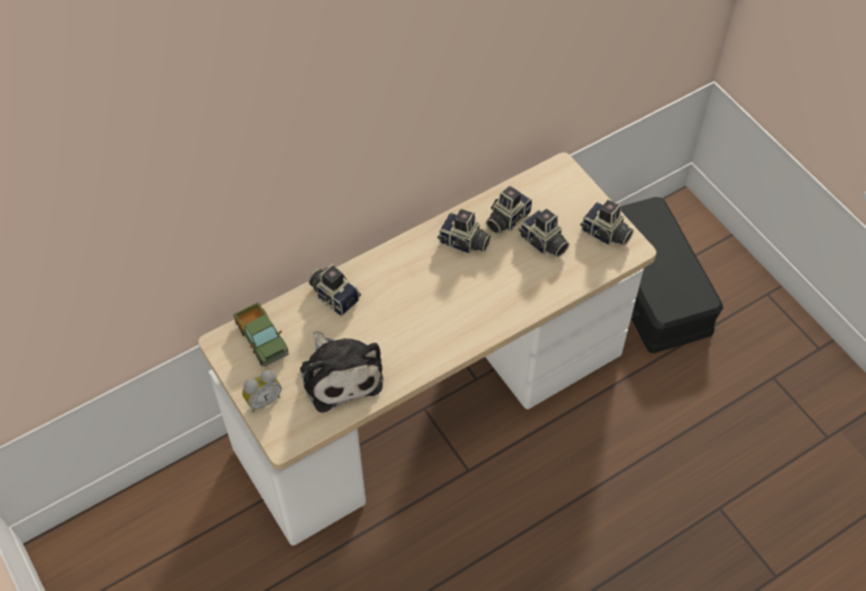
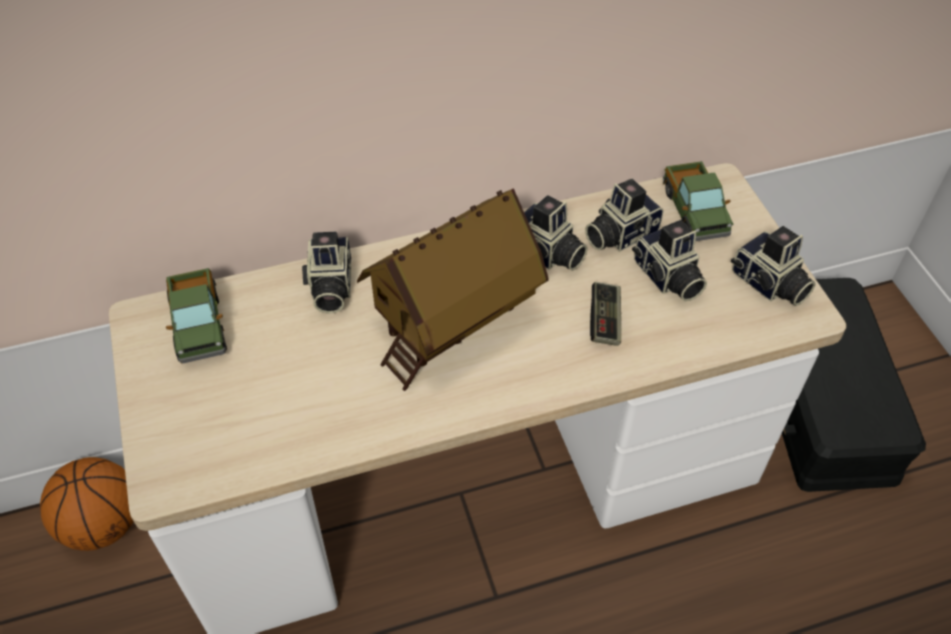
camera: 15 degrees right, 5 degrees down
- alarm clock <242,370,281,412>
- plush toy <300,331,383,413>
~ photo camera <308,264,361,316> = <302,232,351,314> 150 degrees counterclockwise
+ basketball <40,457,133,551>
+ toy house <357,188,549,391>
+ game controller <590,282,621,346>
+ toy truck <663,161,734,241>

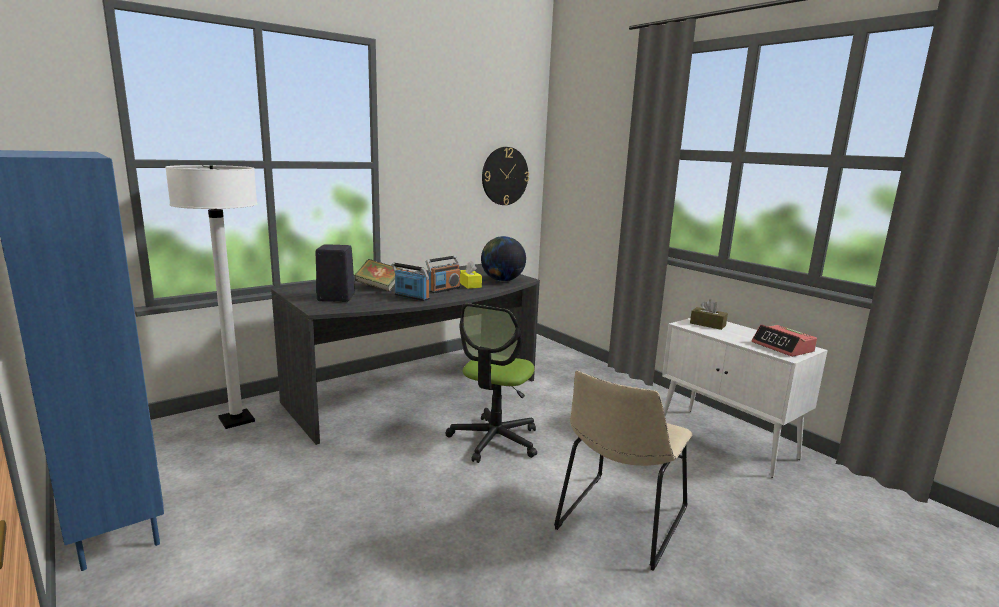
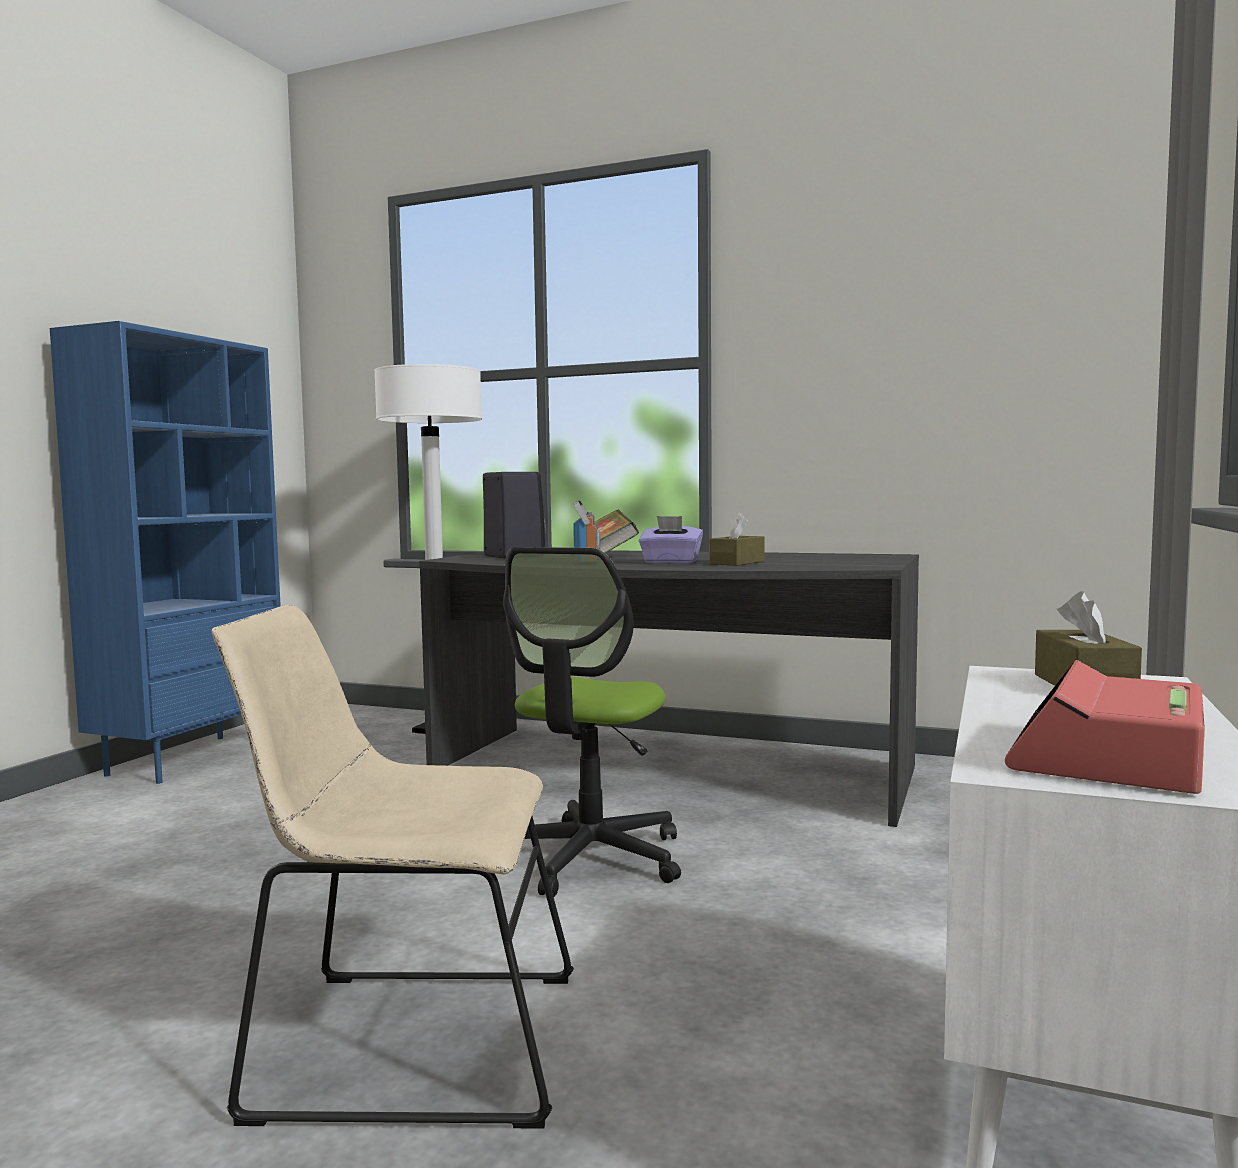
camera: 60 degrees right, 10 degrees down
~ radio <426,256,461,293> to tissue box (purple) <639,516,703,564>
~ office chair <445,303,537,463> = <503,547,681,897> 60 degrees counterclockwise
~ tissue box (yellow) <460,261,482,289> to tissue box (brown) <709,513,765,566>
- globe <481,236,526,281>
- wall clock <482,147,529,205>

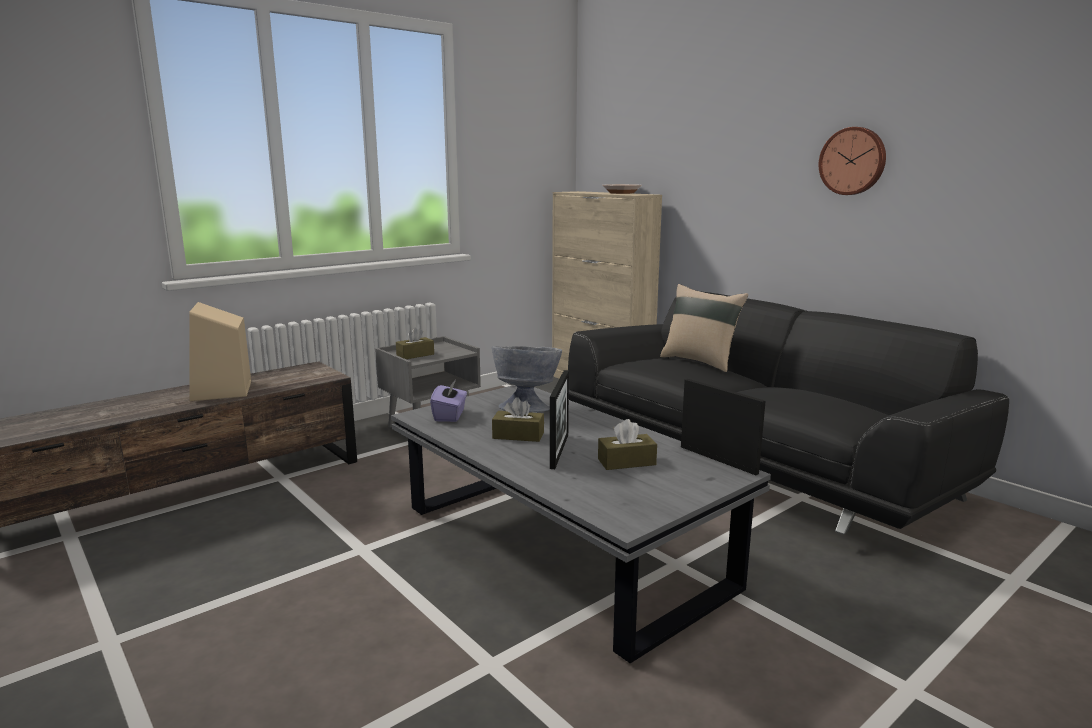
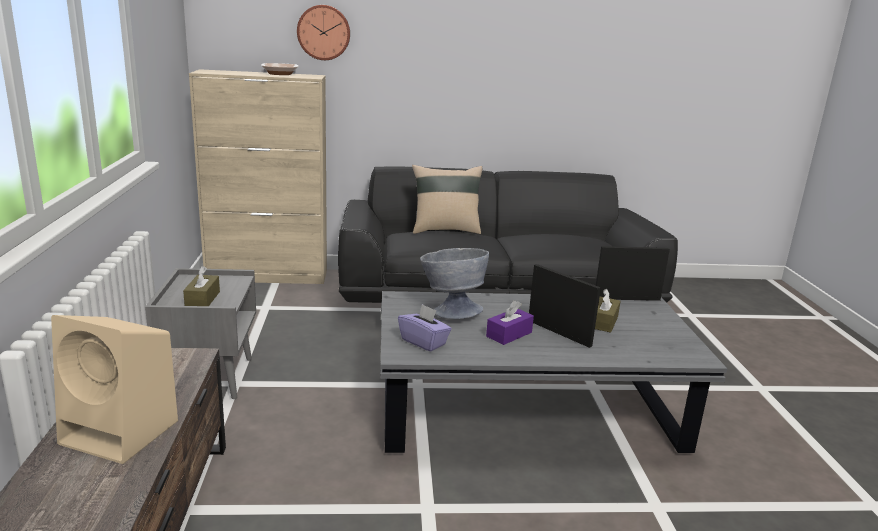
camera: 55 degrees left, 5 degrees up
~ tissue box (brown) <492,397,544,442> to tissue box (purple) <486,301,534,345>
~ wall clock <819,127,886,195> to <297,5,350,60>

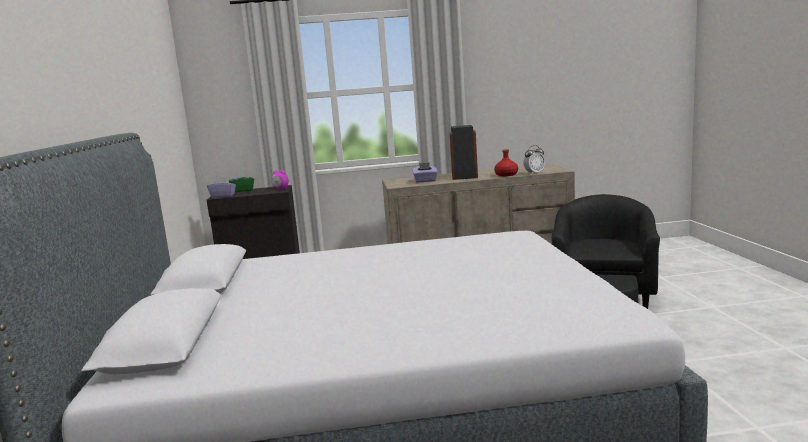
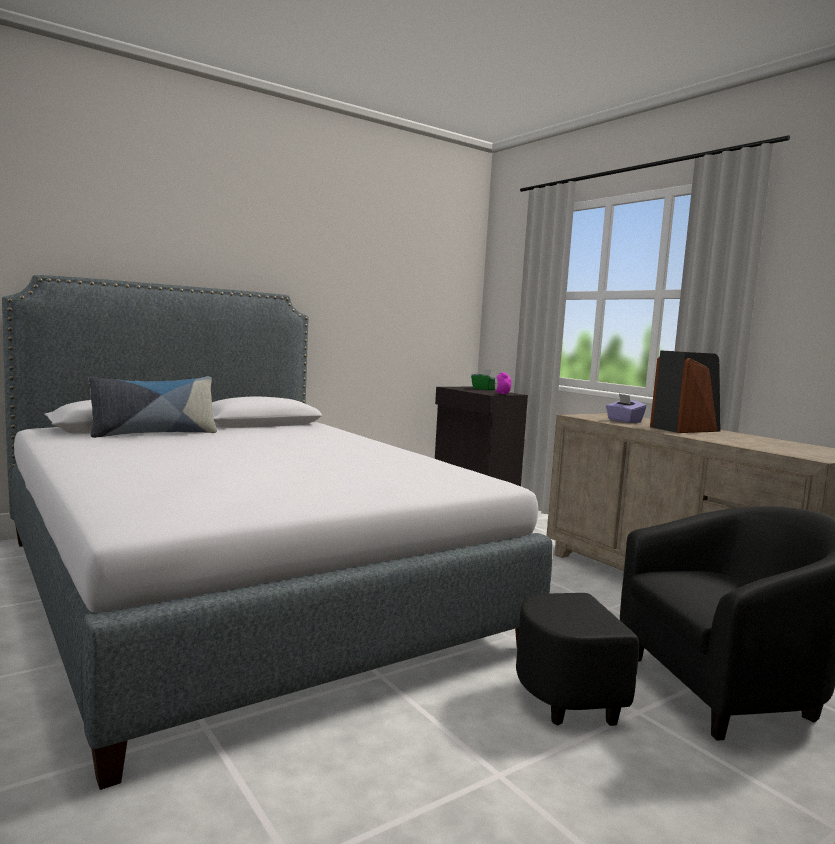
camera: 60 degrees right, 5 degrees down
- tissue box (purple) <207,176,236,198>
- bottle (red) <494,149,518,176>
- alarm clock <524,145,545,174>
+ pillow <89,376,217,438>

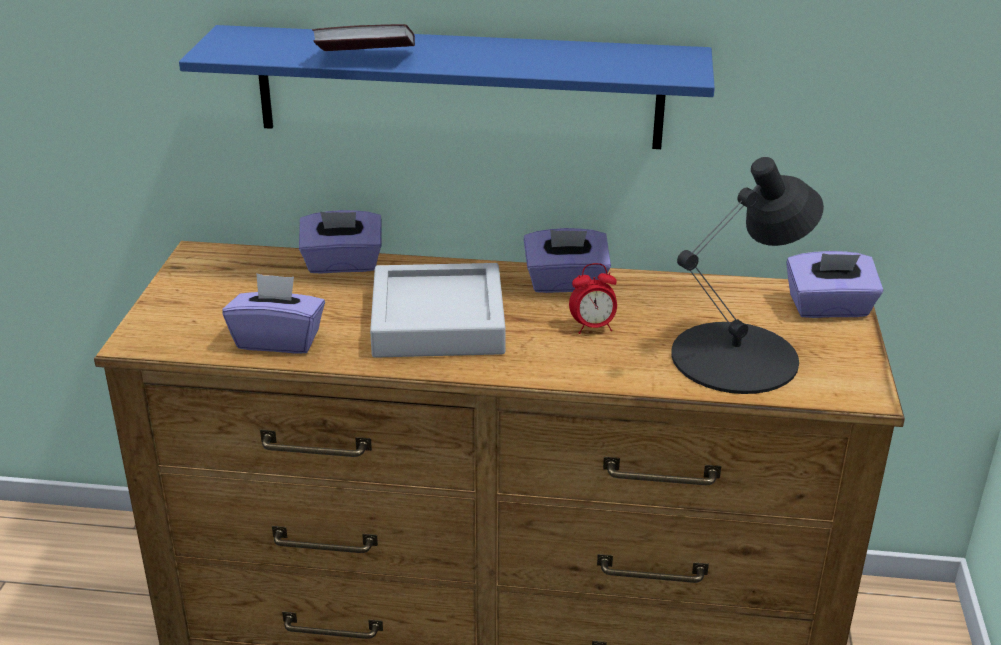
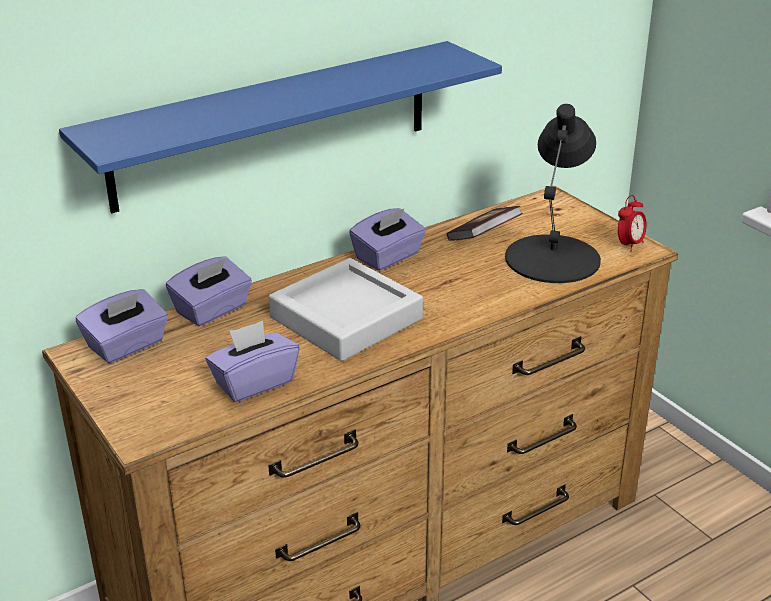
camera: 40 degrees left, 0 degrees up
~ book <312,24,415,51> to <447,206,523,241>
~ alarm clock <569,263,617,334> to <618,195,647,252>
~ tissue box (purple) <786,251,883,318> to <76,289,168,363>

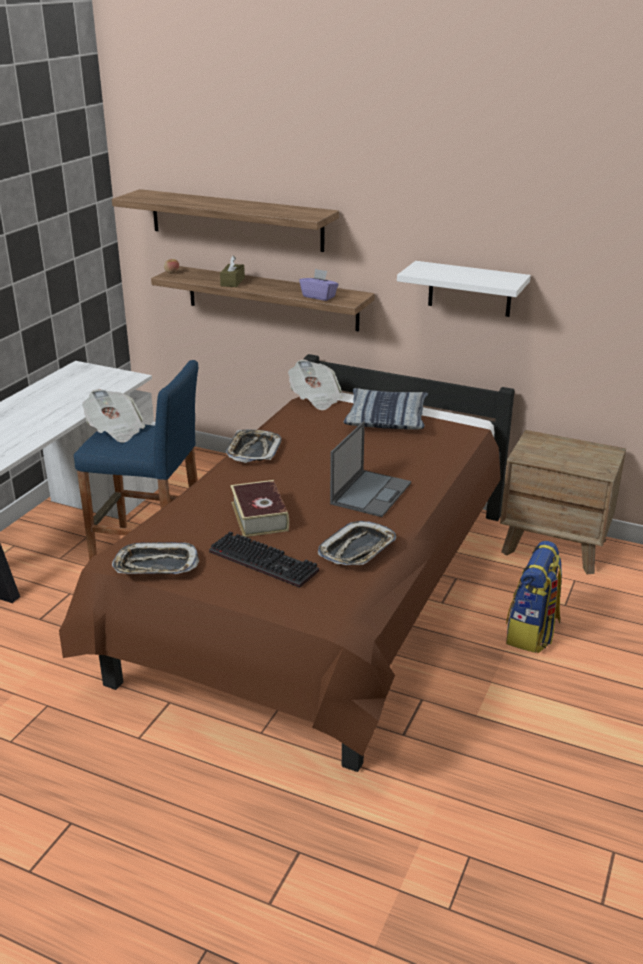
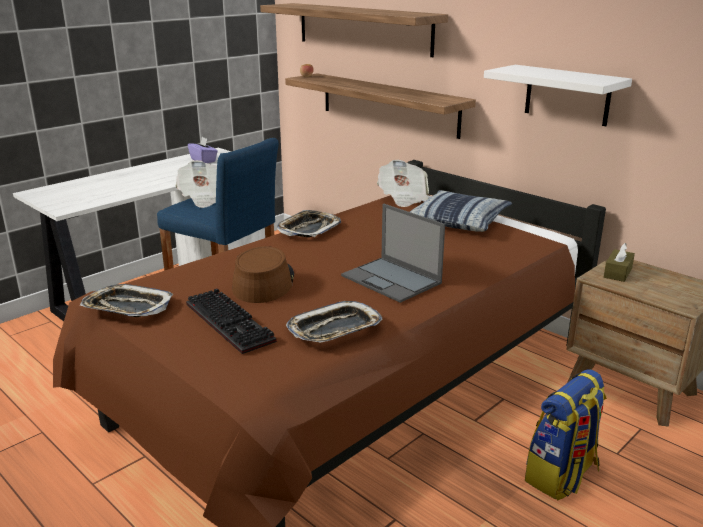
camera: 20 degrees right, 5 degrees down
~ tissue box (brown) <220,256,245,287> to <604,243,635,282>
~ book <230,480,289,537> to hat (brown) <232,246,294,303>
~ tissue box (purple) <300,269,339,301> to <188,137,218,163>
~ laptop <330,422,411,517> = <341,204,445,303> 90 degrees clockwise

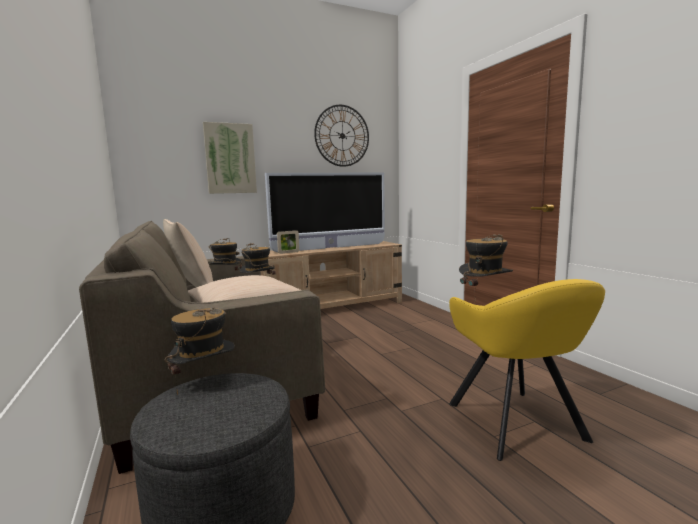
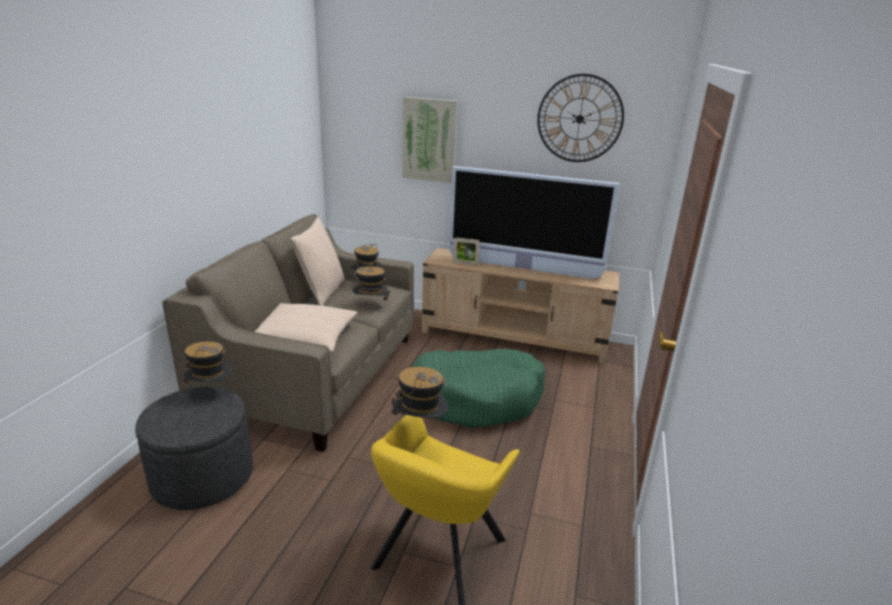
camera: 40 degrees right, 15 degrees up
+ dog bed (green) <411,349,546,428>

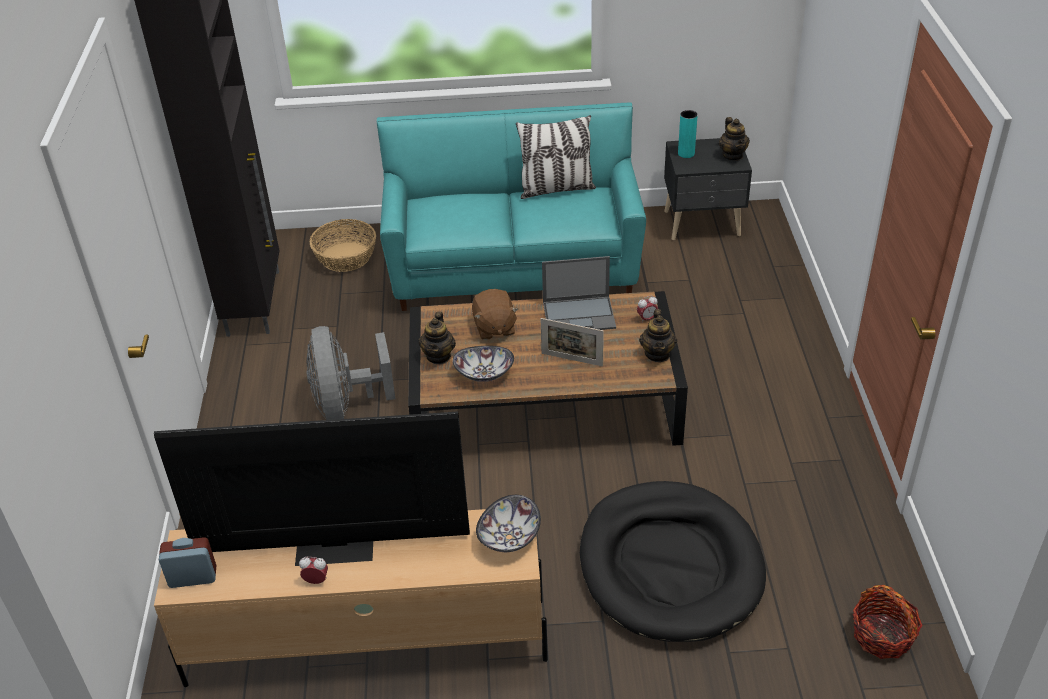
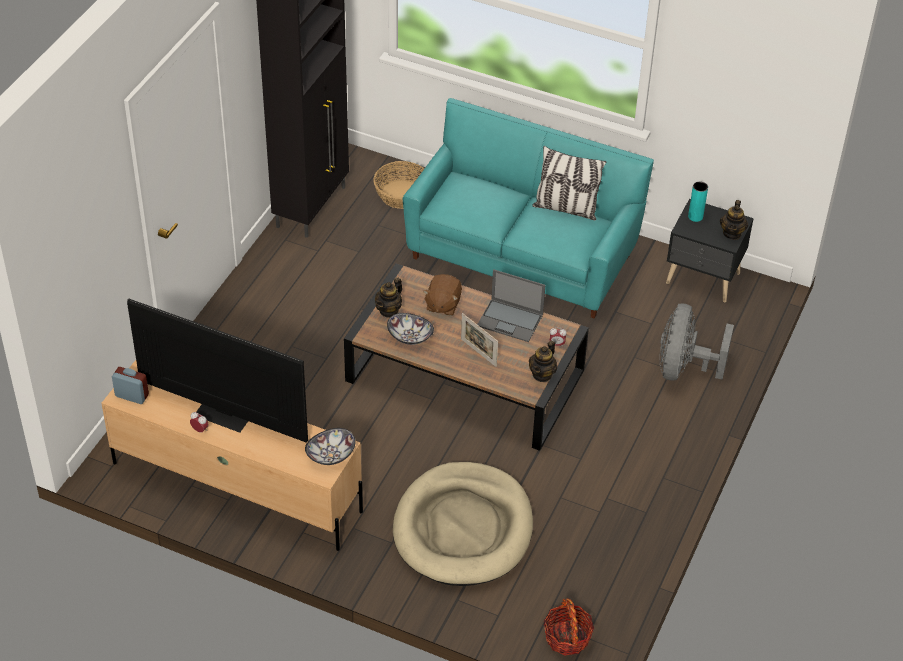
camera: 25 degrees right, 5 degrees up
~ fan (grey) <306,326,396,420> to <660,304,734,381>
~ dog bed (black) <580,481,766,642> to dog bed (beige) <393,462,533,586>

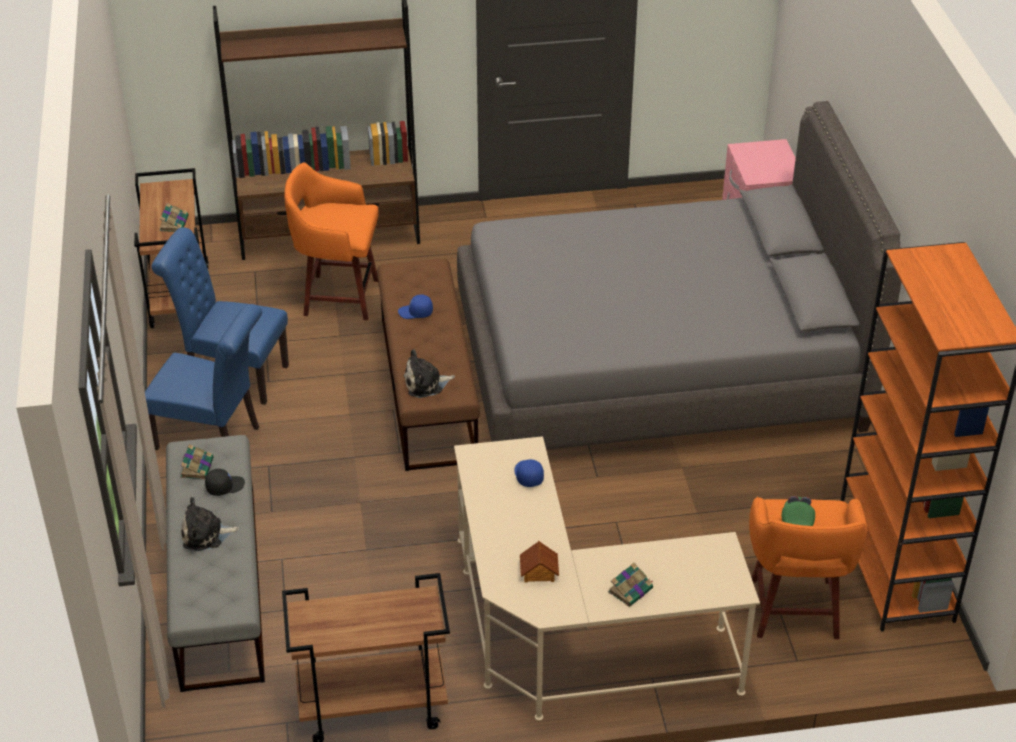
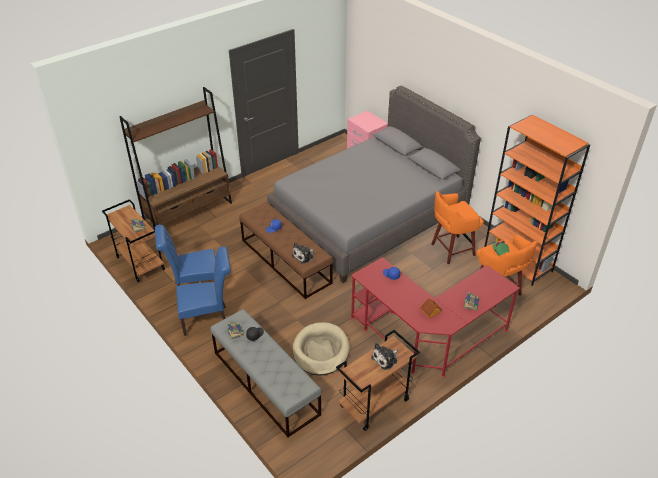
camera: 30 degrees left, 0 degrees up
~ plush toy <181,497,239,551> to <371,343,398,370>
~ stool (orange) <284,163,379,320> to <431,191,484,264>
~ desk (beige) <454,436,760,721> to desk (red) <351,257,520,378>
+ dog bed (beige) <292,322,350,375>

